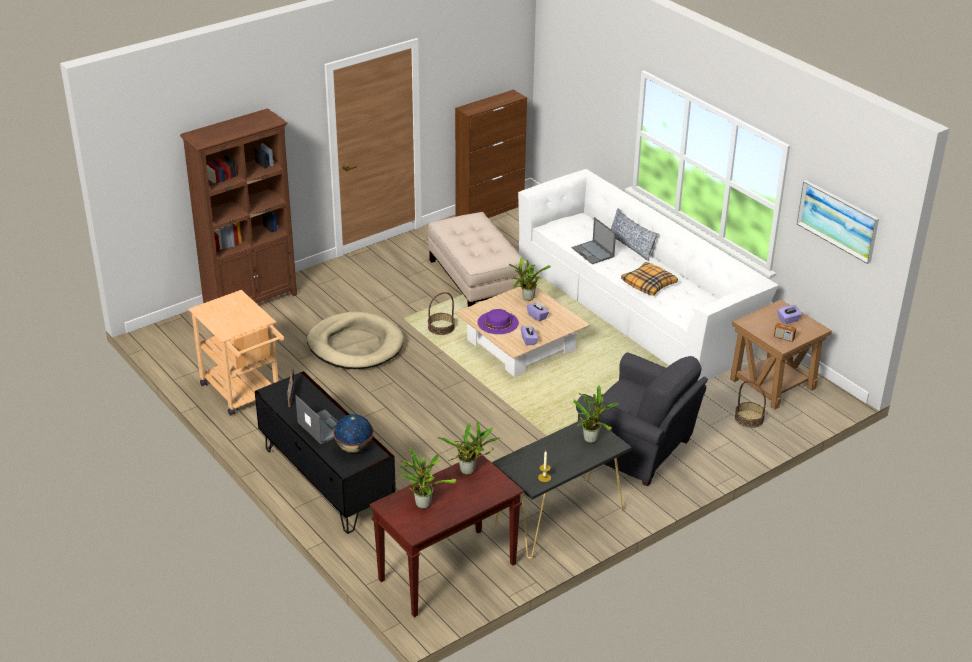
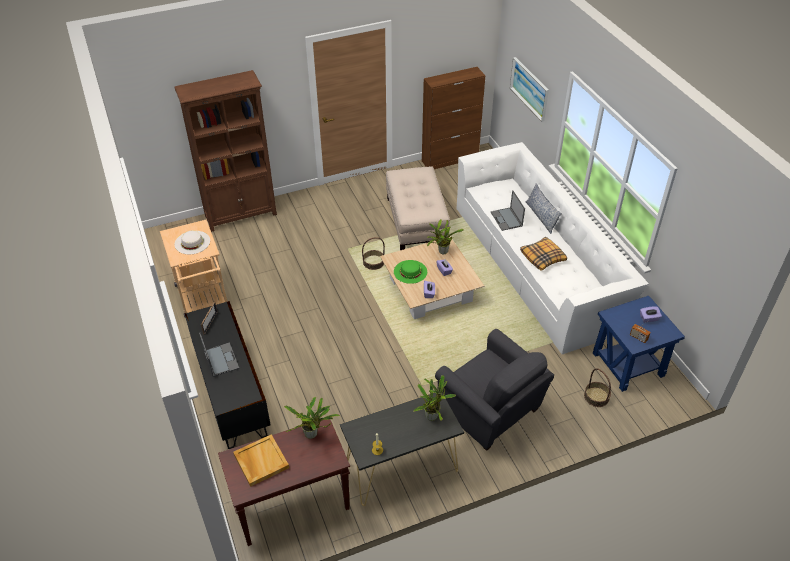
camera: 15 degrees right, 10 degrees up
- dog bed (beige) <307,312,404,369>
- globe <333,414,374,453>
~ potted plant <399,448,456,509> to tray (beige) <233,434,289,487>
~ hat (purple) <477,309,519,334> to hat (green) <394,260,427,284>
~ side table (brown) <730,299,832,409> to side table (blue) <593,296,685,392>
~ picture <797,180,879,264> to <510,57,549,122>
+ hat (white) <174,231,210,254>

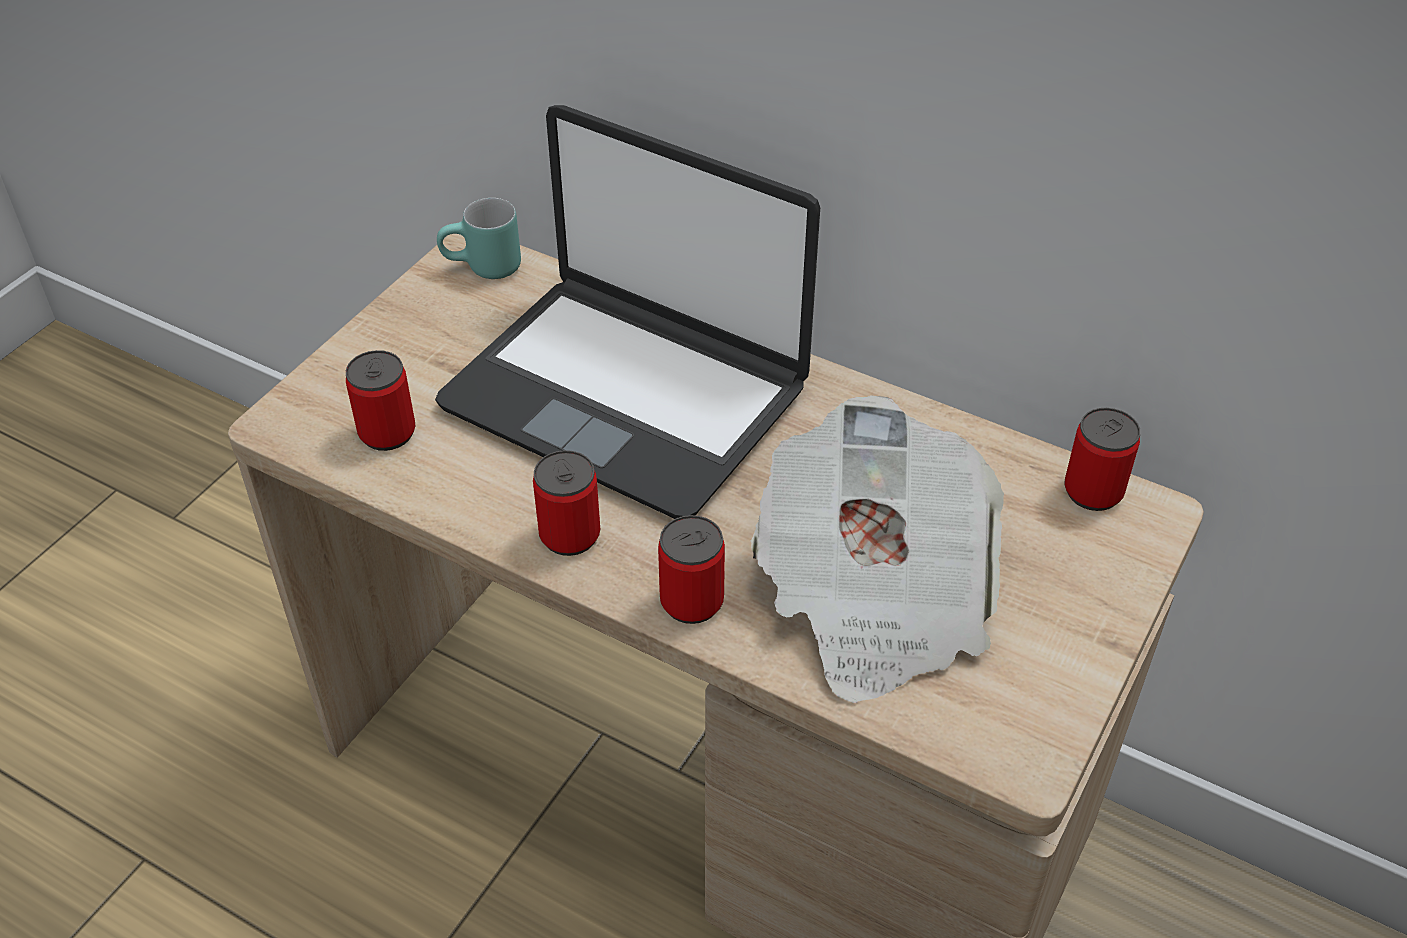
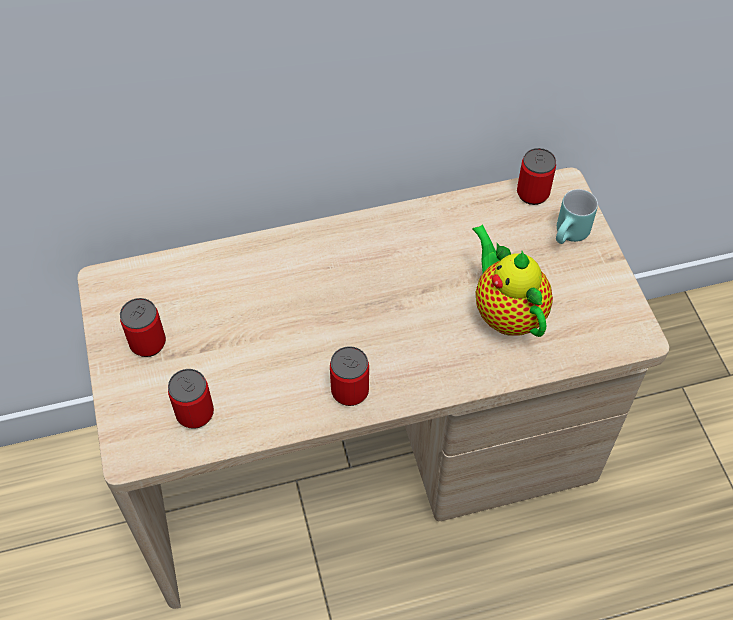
camera: 45 degrees left, 10 degrees up
- laptop <435,105,820,519>
~ mug (turquoise) <437,198,521,279> to <556,189,598,244>
~ can <658,515,725,624> to <120,298,166,357>
~ newspaper <751,395,1004,703> to teapot <472,224,553,337>

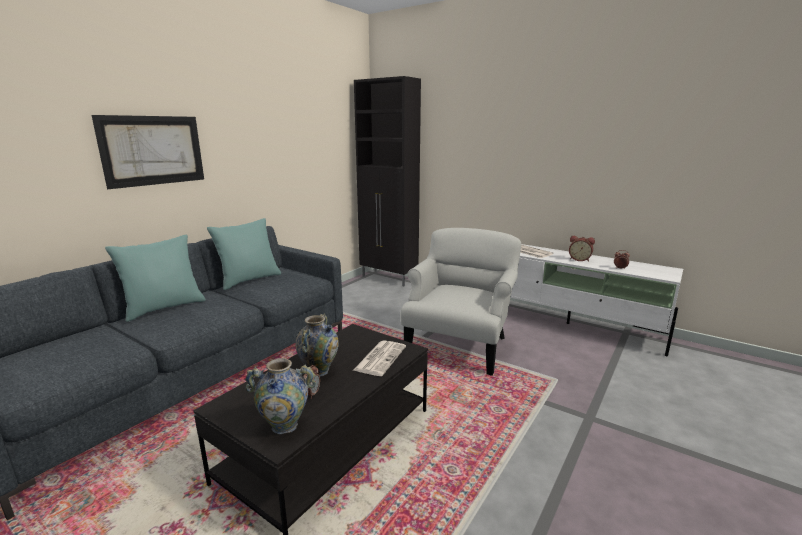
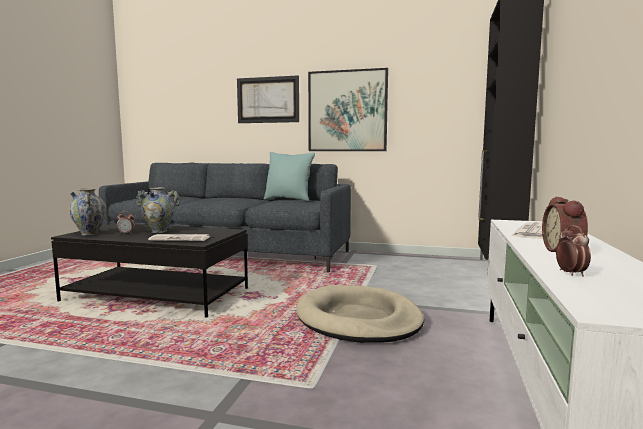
camera: 70 degrees right, 10 degrees down
- pillow (turquoise) <105,235,206,322>
~ armchair (white) <400,228,521,376> to dog bed (beige) <296,285,424,343>
+ picture <308,68,388,151>

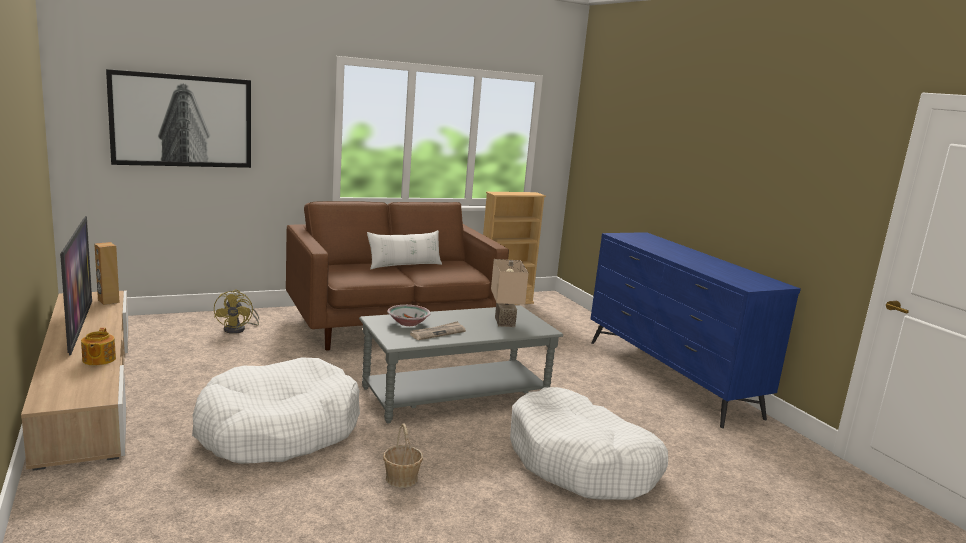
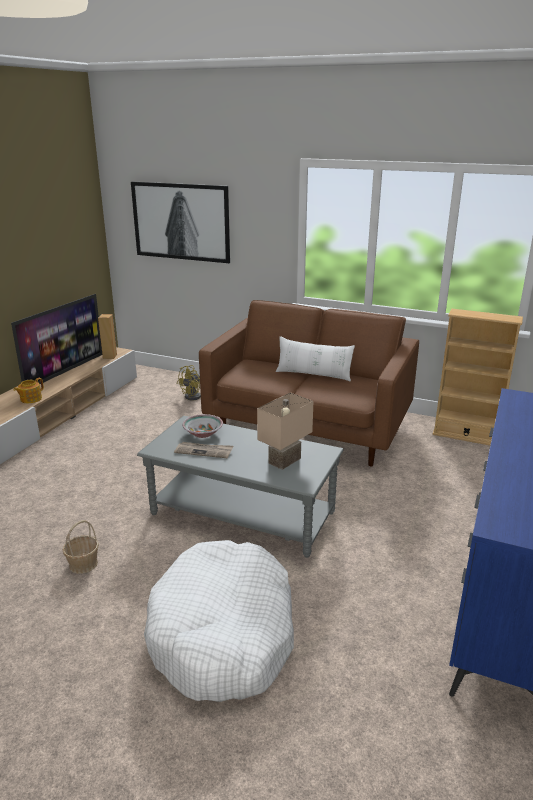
camera: 50 degrees right, 10 degrees up
- dog bed (white) <192,357,360,464>

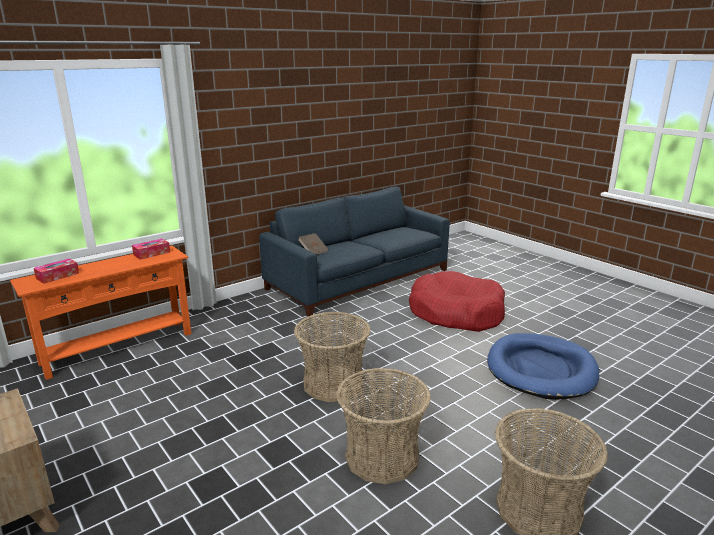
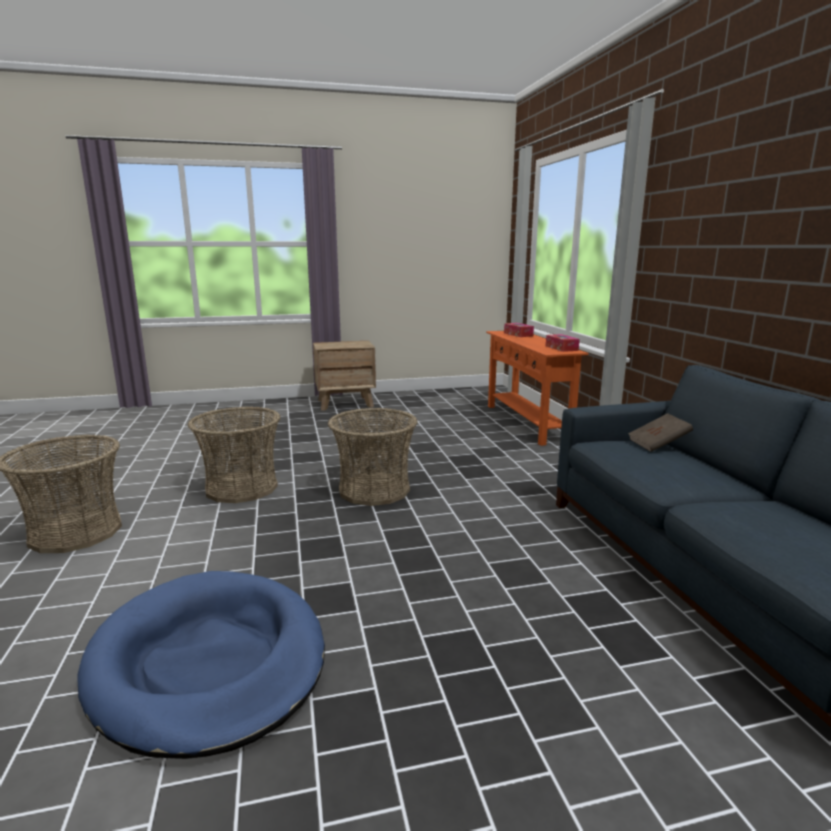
camera: 115 degrees right, 5 degrees down
- dog bed (red) <409,271,505,332>

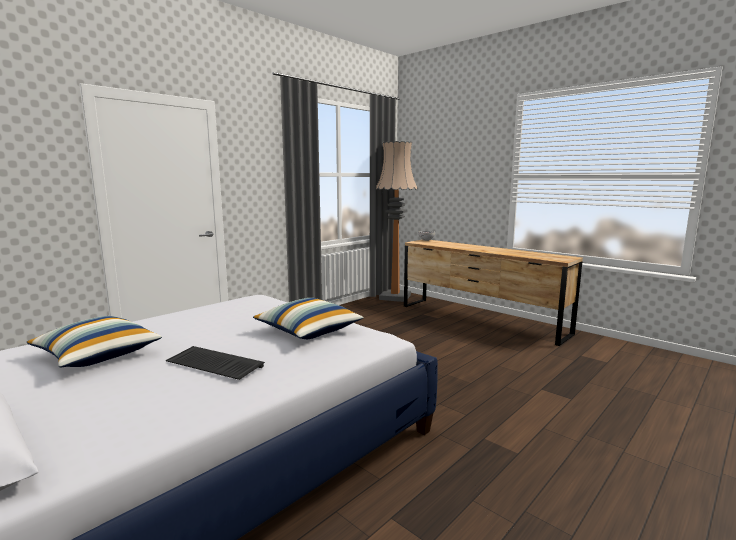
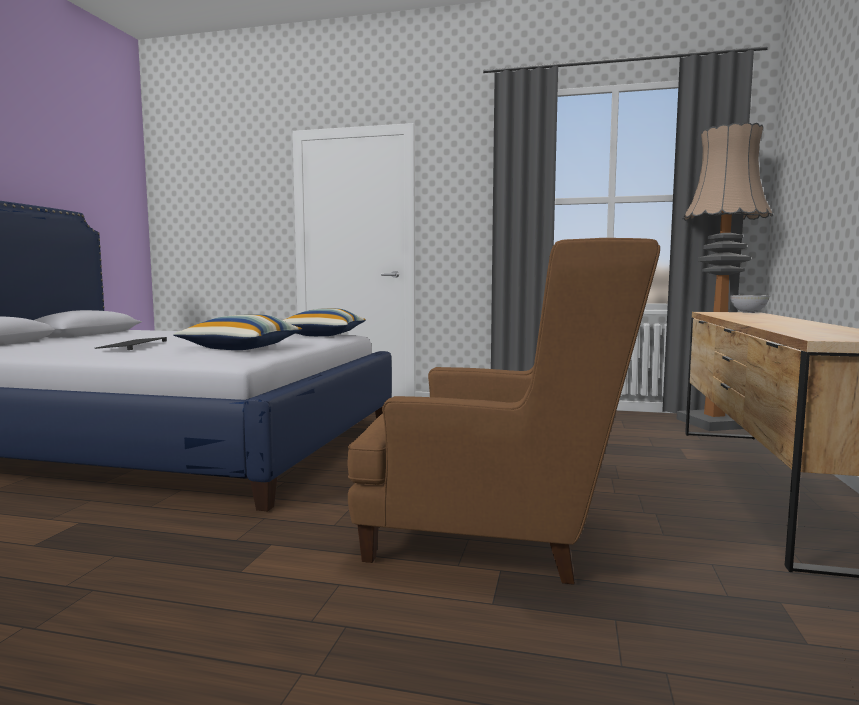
camera: 60 degrees right, 5 degrees down
~ pillow <27,316,162,367> to <283,308,366,336>
+ armchair (brown) <347,238,660,585>

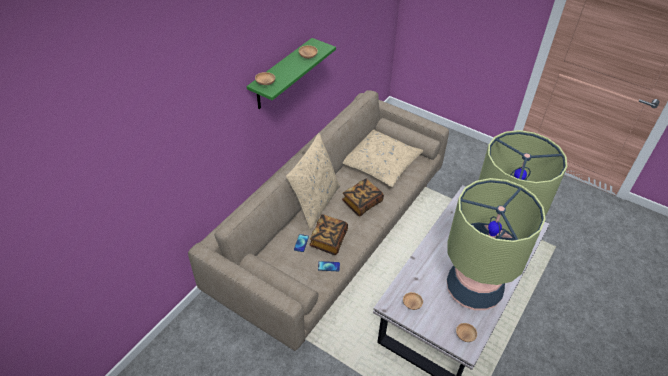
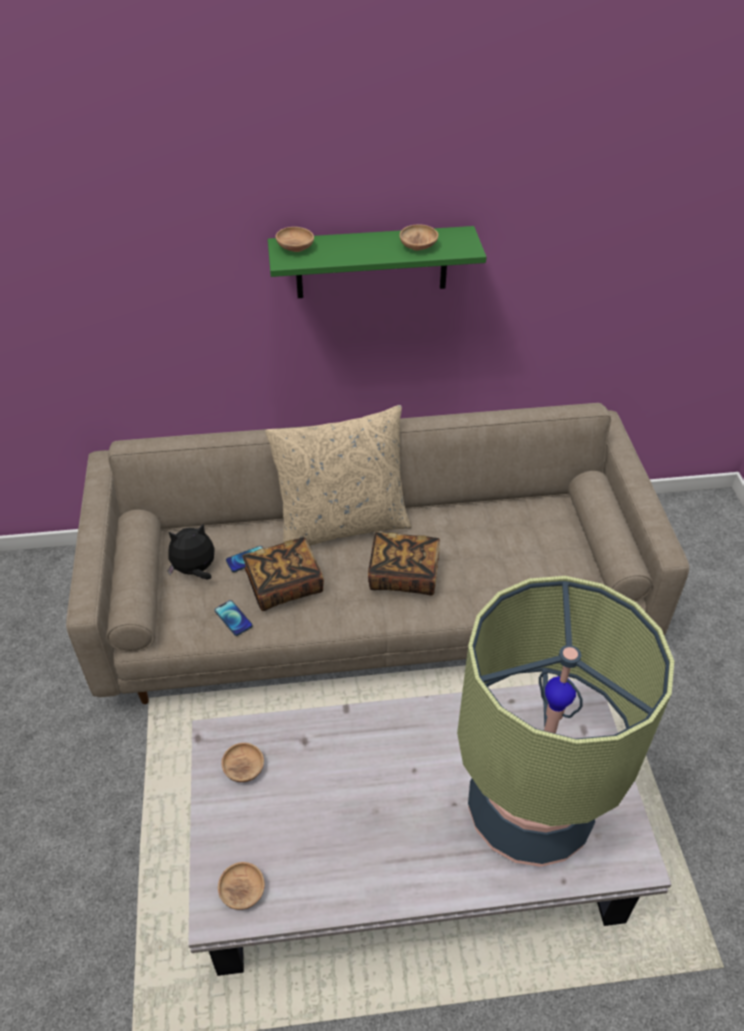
camera: 50 degrees right, 0 degrees up
- pillow (beige) <343,130,423,187>
- table lamp <447,178,546,310>
+ plush toy <168,523,214,579>

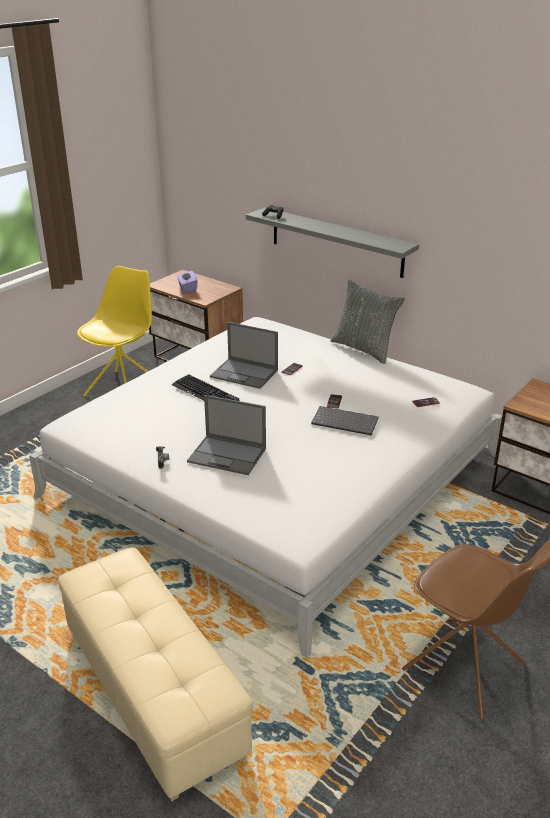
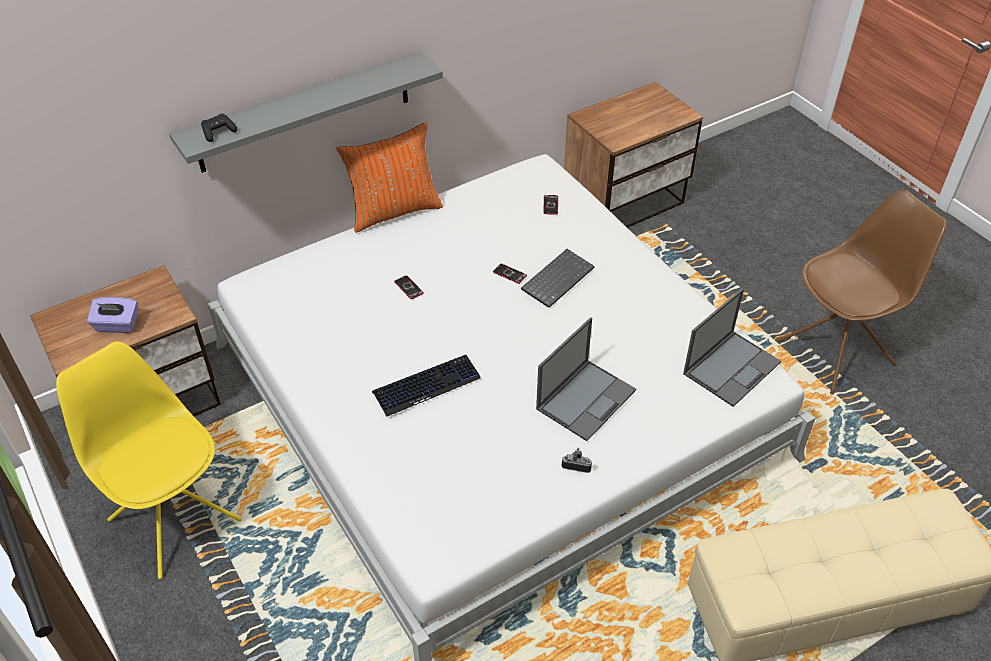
camera: 70 degrees left, 15 degrees up
~ laptop <210,322,278,389> to <683,288,781,407>
~ pillow (grey) <331,280,405,364> to pillow (orange) <336,122,443,233>

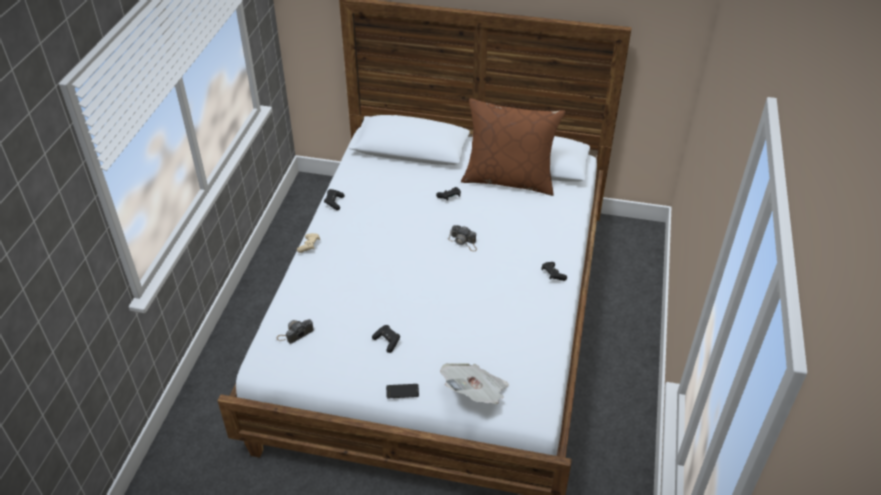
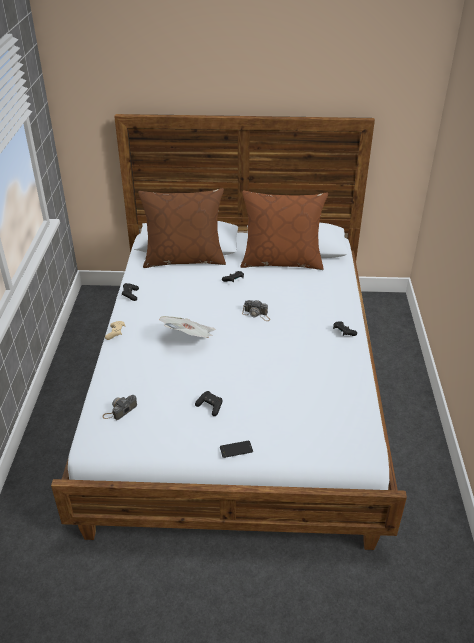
camera: 10 degrees left, 5 degrees down
~ newspaper <440,363,509,404> to <159,316,215,338>
+ pillow (brown) <138,188,226,268>

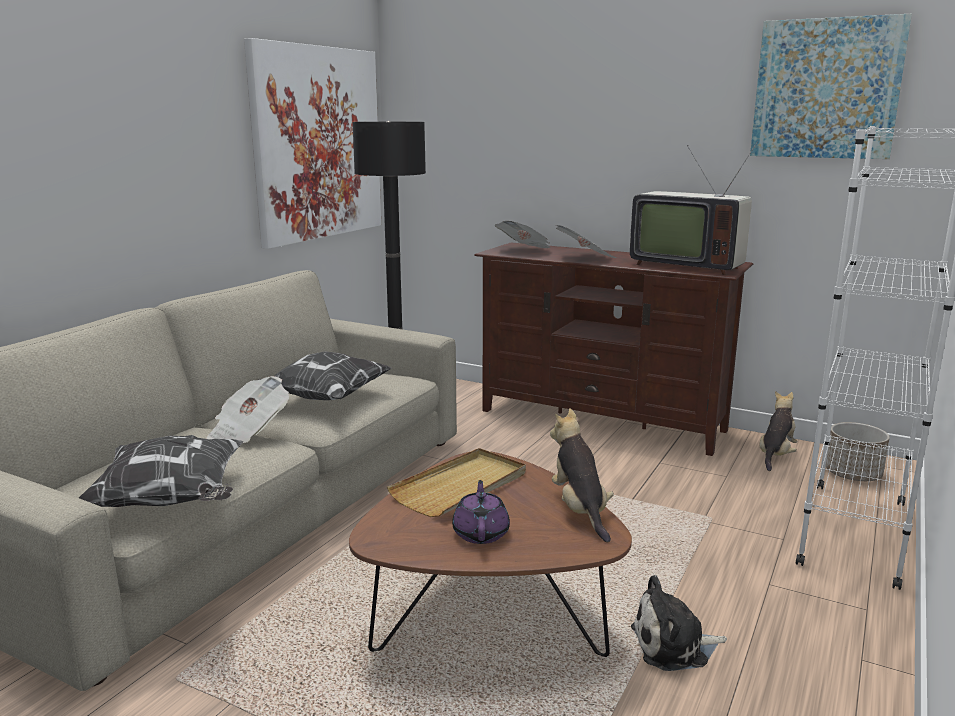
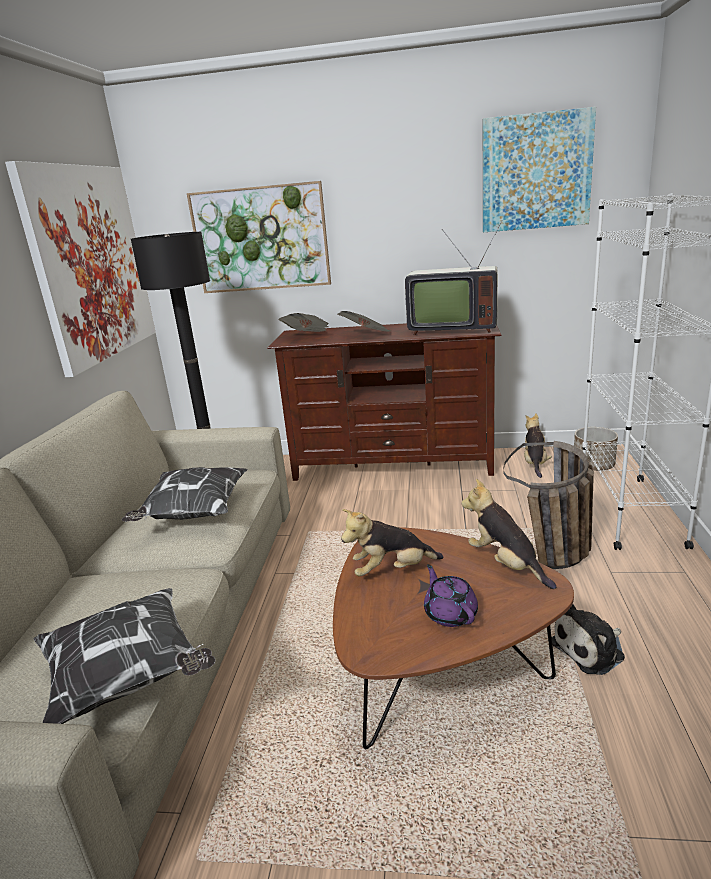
camera: 20 degrees left, 5 degrees up
- newspaper <206,376,289,443>
~ tray (beige) <387,448,526,517> to plush toy <341,509,444,576>
+ picture <187,181,331,293>
+ basket <504,441,594,569>

